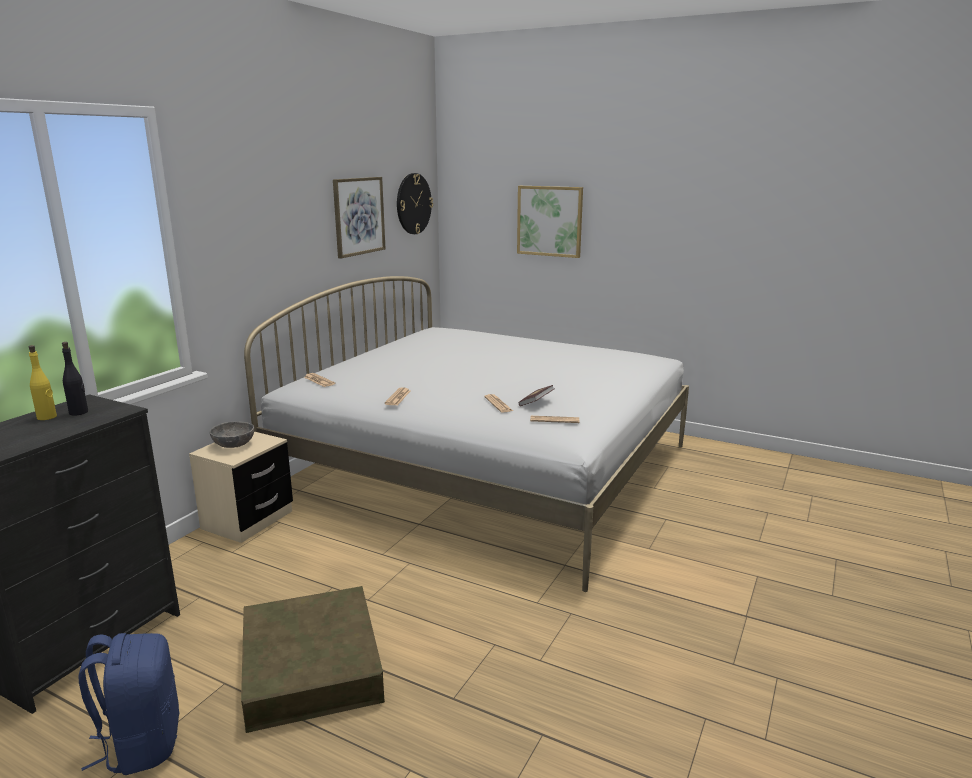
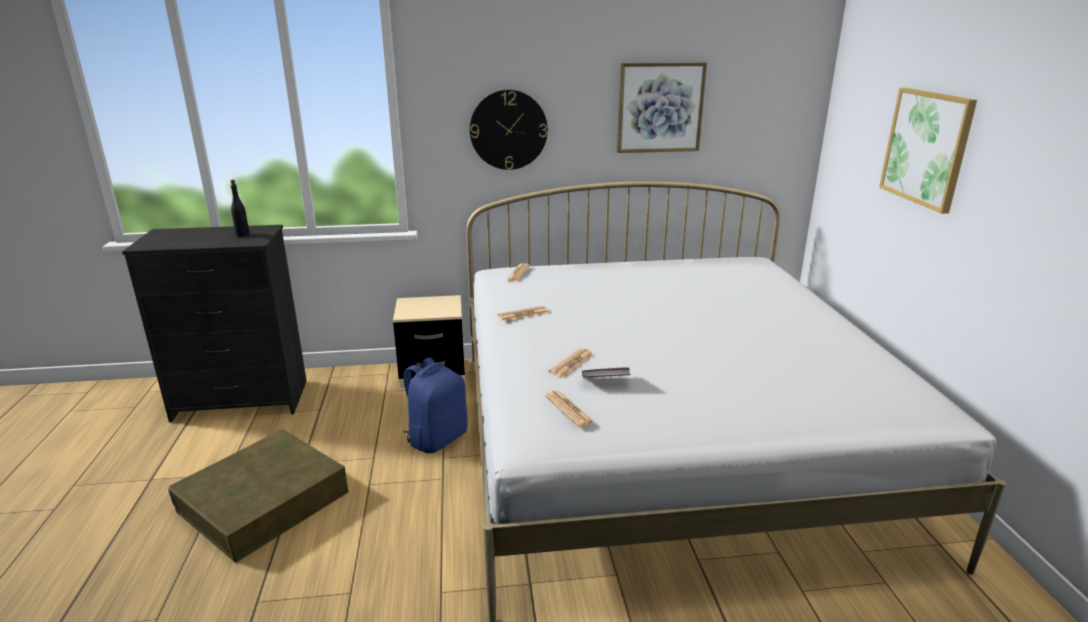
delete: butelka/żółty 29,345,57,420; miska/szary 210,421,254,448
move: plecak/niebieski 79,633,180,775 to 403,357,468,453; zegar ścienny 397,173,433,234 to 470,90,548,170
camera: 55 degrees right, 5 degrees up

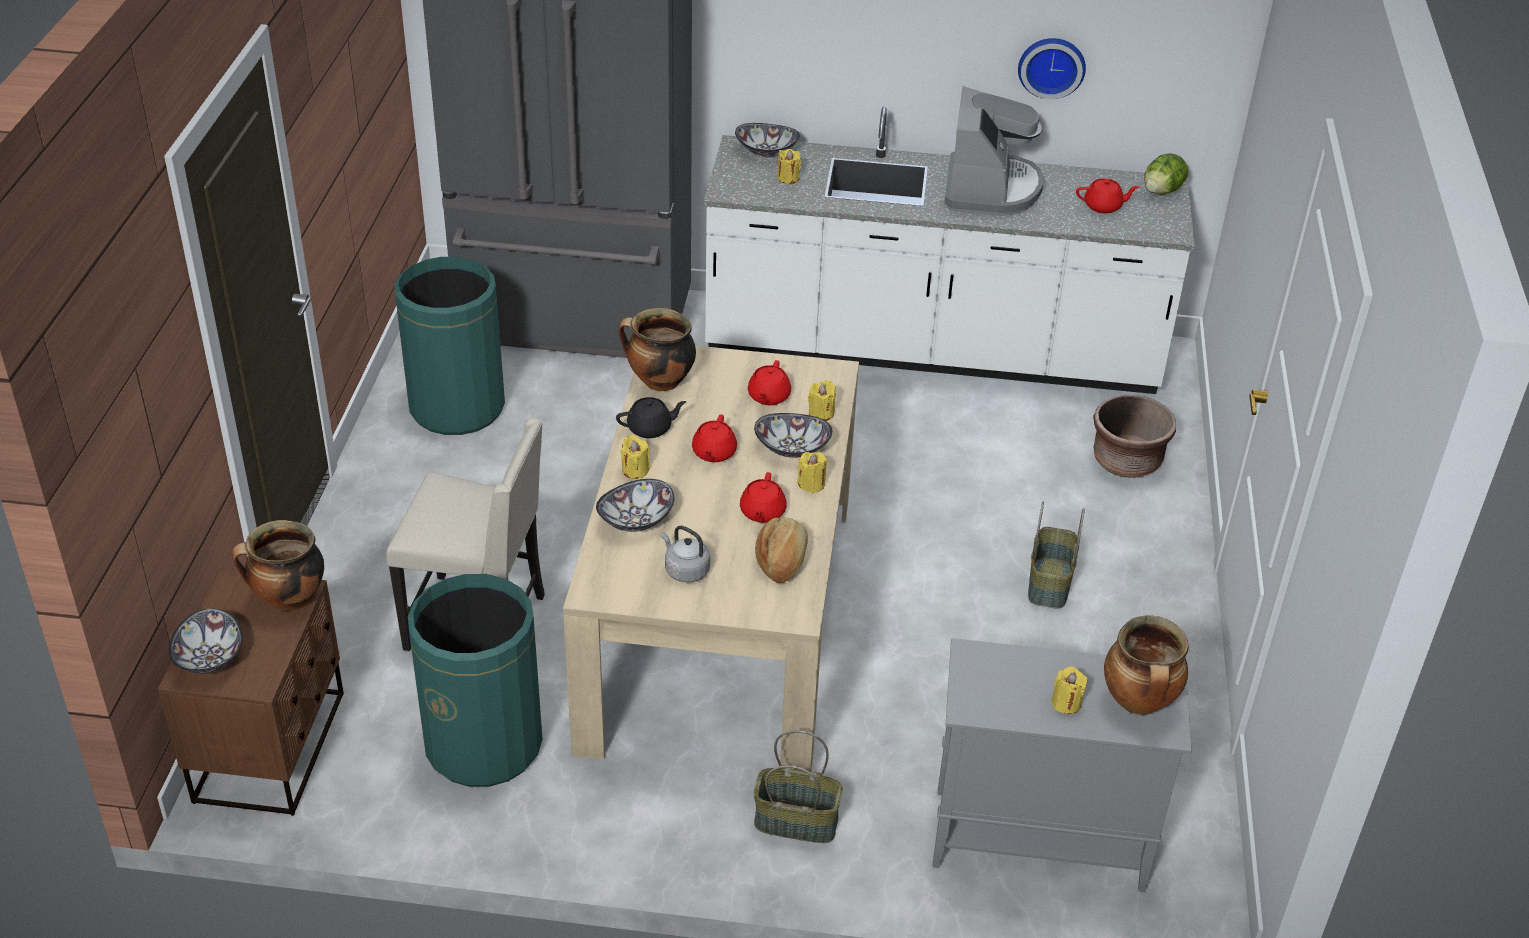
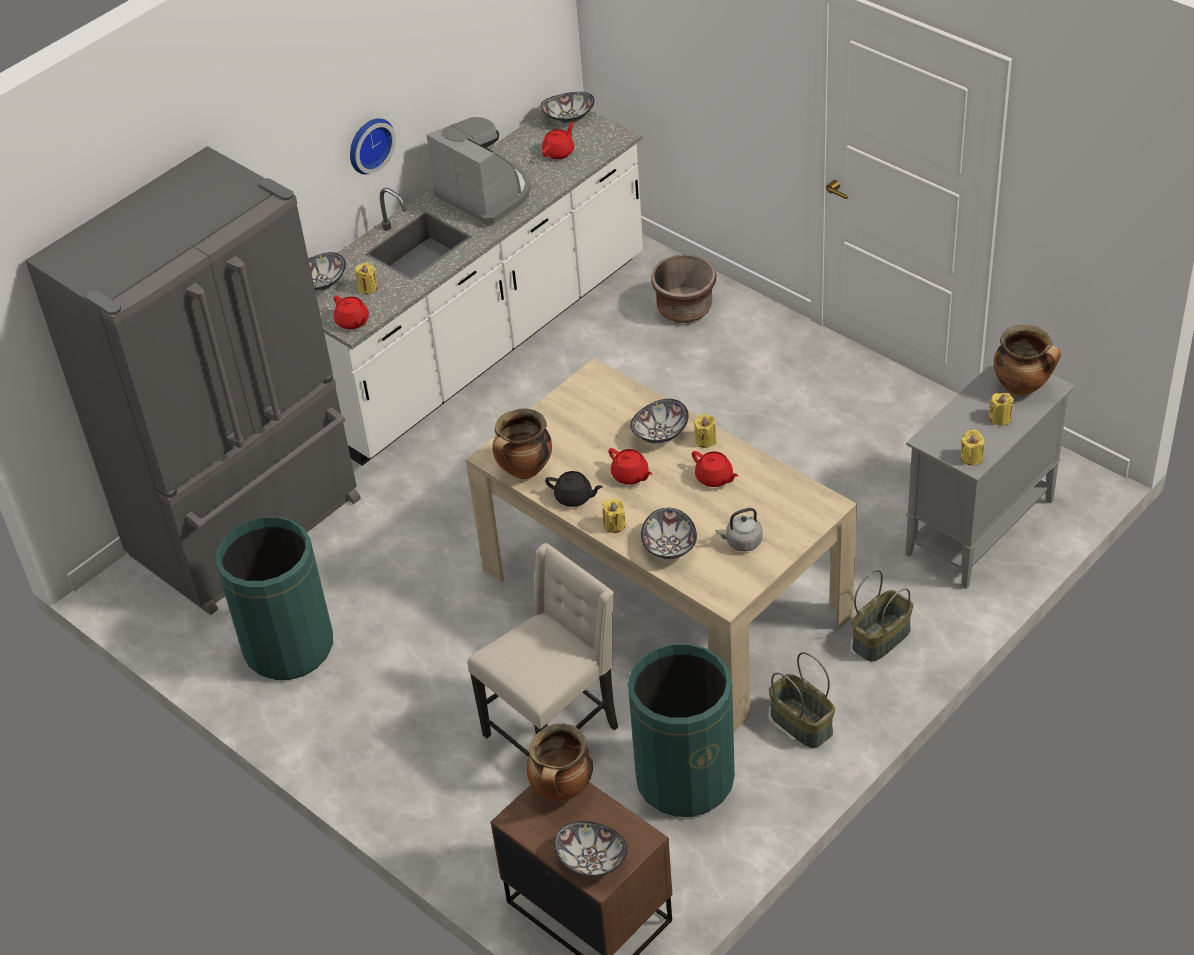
delete: chleb 755,517,808,583
move: imbryk/czerwony 748,360,791,405 to 334,296,369,329; świeca/żółty 808,380,836,421 to 961,430,984,466; zegar ścienny 1018,38,1086,99 to 350,118,396,174; koszyk 1028,502,1085,609 to 769,652,835,748
replace: sałata 1144,153,1188,195 to miska 540,92,595,123
rotate: imbryk/czarny 616,397,686,438 = 545,471,603,507 90 degrees clockwise
camera: 50 degrees left, 5 degrees up

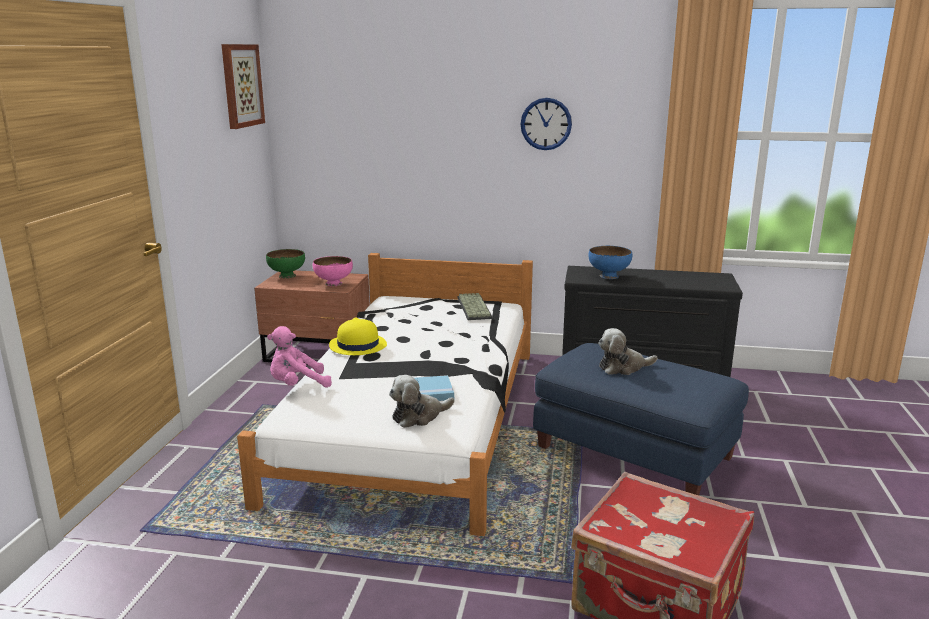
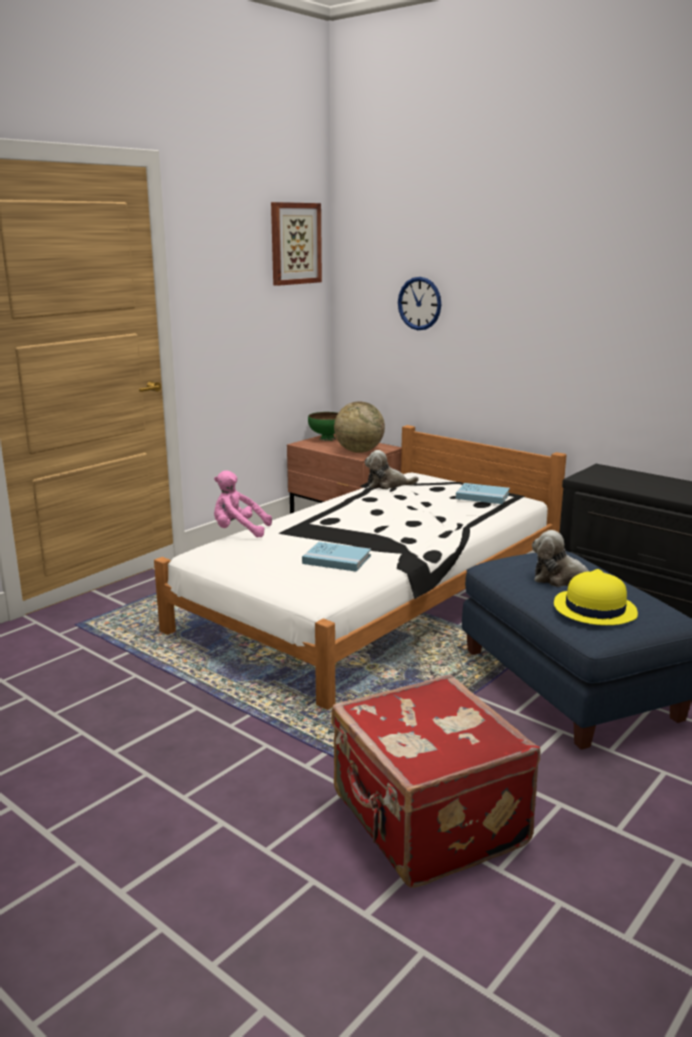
delete: miska/niebieski 588,246,632,279
move: kapelusz/żółty 329,317,387,355 to 554,569,638,625; pluszak 389,375,455,428 to 364,450,419,489; zegar ścienny 521,98,572,150 to 398,277,441,330
replace: miska/różowy 313,256,353,286 to globus 334,401,385,453; klawiatura 457,293,493,320 to książka/niebieski 456,483,510,504
camera: 30 degrees right, 0 degrees up

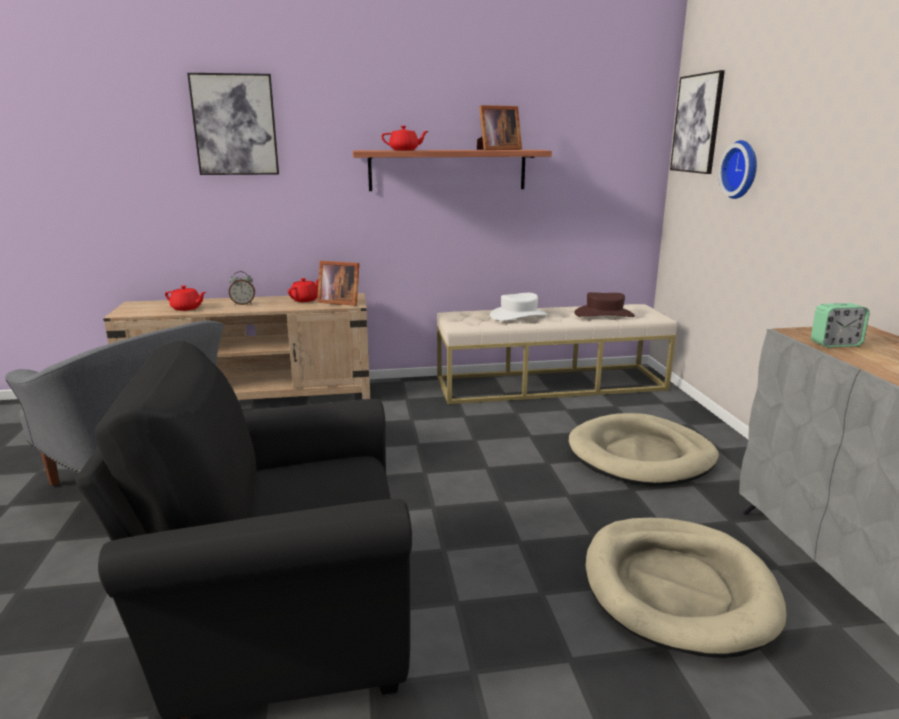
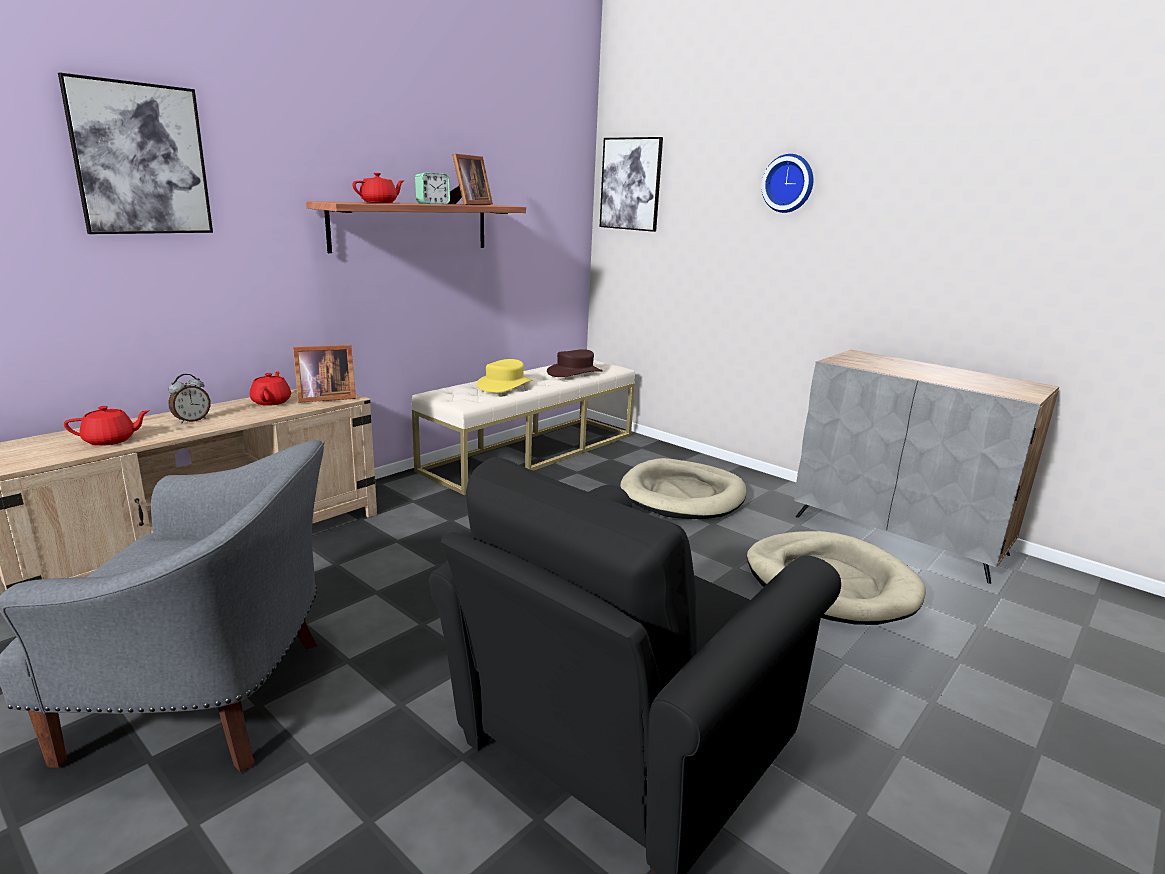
move: zegar ścienny 718,140,757,199 to 761,154,813,213; budzik 811,303,870,347 to 415,173,450,205
recolor: kapelusz/biały 490,293,548,321 to kapelusz/żółty 477,359,532,393
camera: 40 degrees left, 0 degrees up

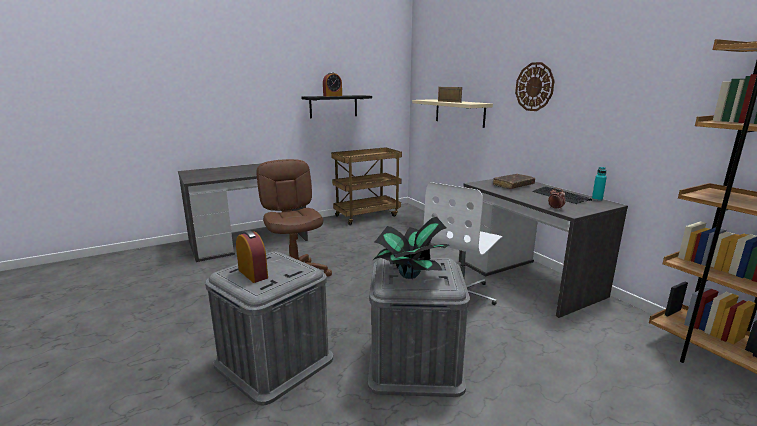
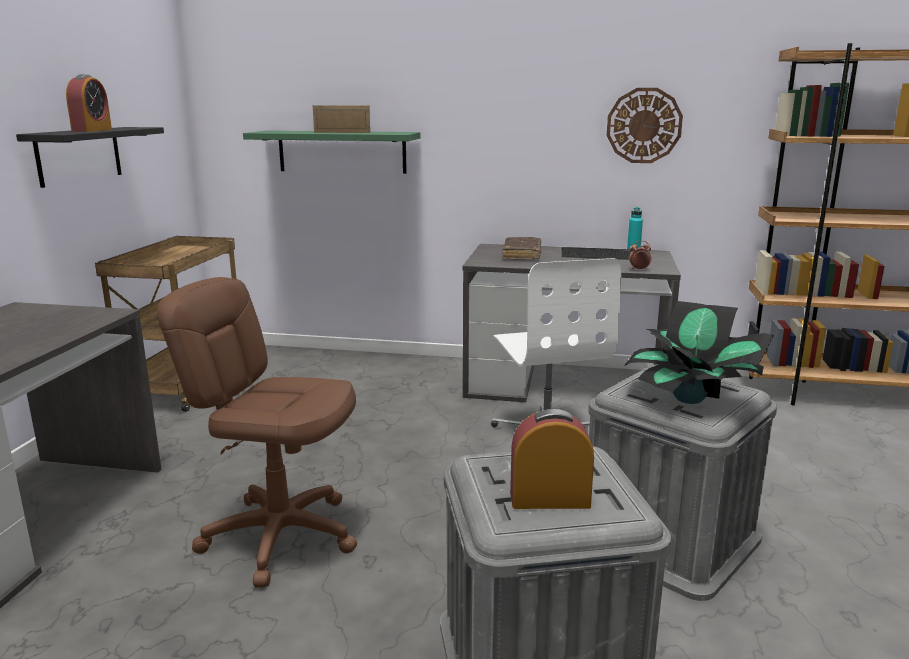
move: zegar ścienny 515,62,555,111 to 607,88,683,163
recolor: półka/beżowy 412,99,493,128 to półka/zielony 243,131,421,174
camera: 50 degrees left, 0 degrees up

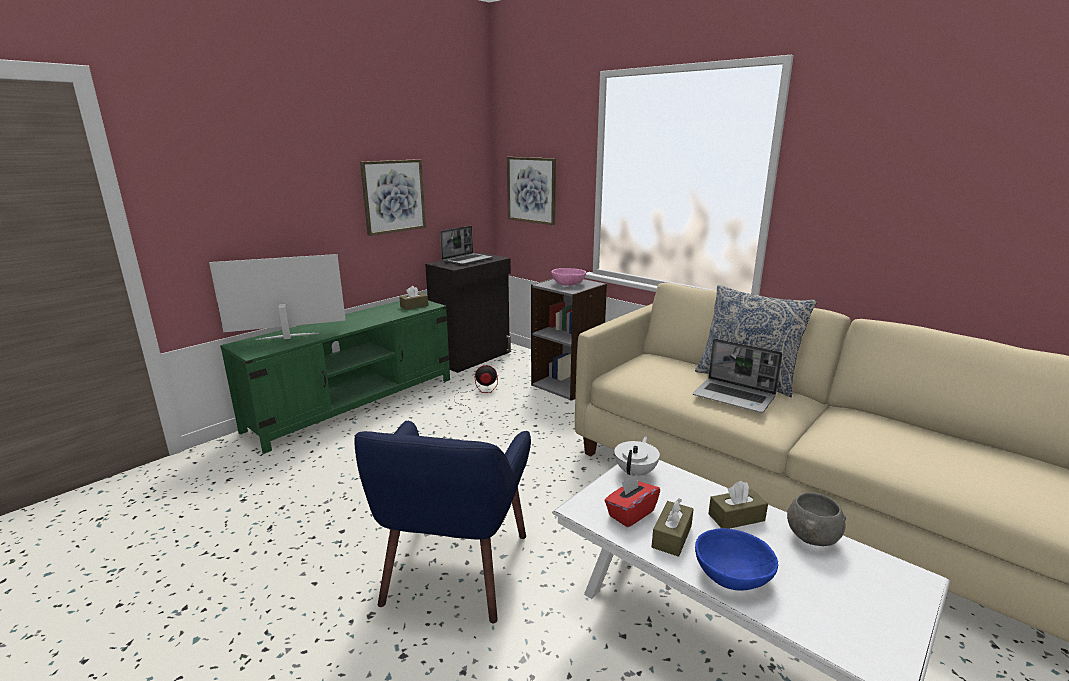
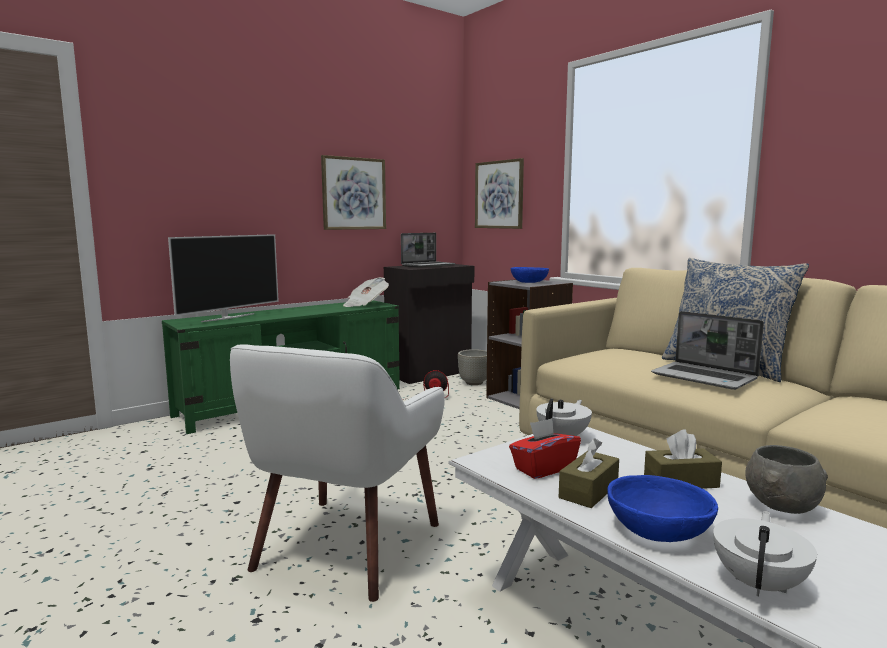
insert: donica/szary 458,349,487,385; imbryk/biały 713,511,817,597
replace: pudełko chusteczek/brązowy 399,286,428,310 to gazeta 343,277,389,307
recolor: fotel/niebieski 354,421,531,623 to fotel/biały 230,344,445,602; miska/różowy 551,268,586,286 to miska/niebieski 510,267,549,283
rotate: telewizor 209,254,346,340 = 168,234,279,322 135 degrees clockwise
camera: 10 degrees right, 10 degrees down

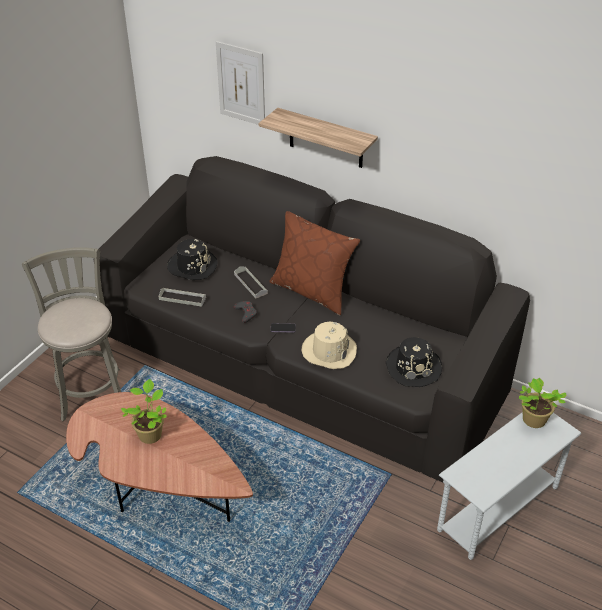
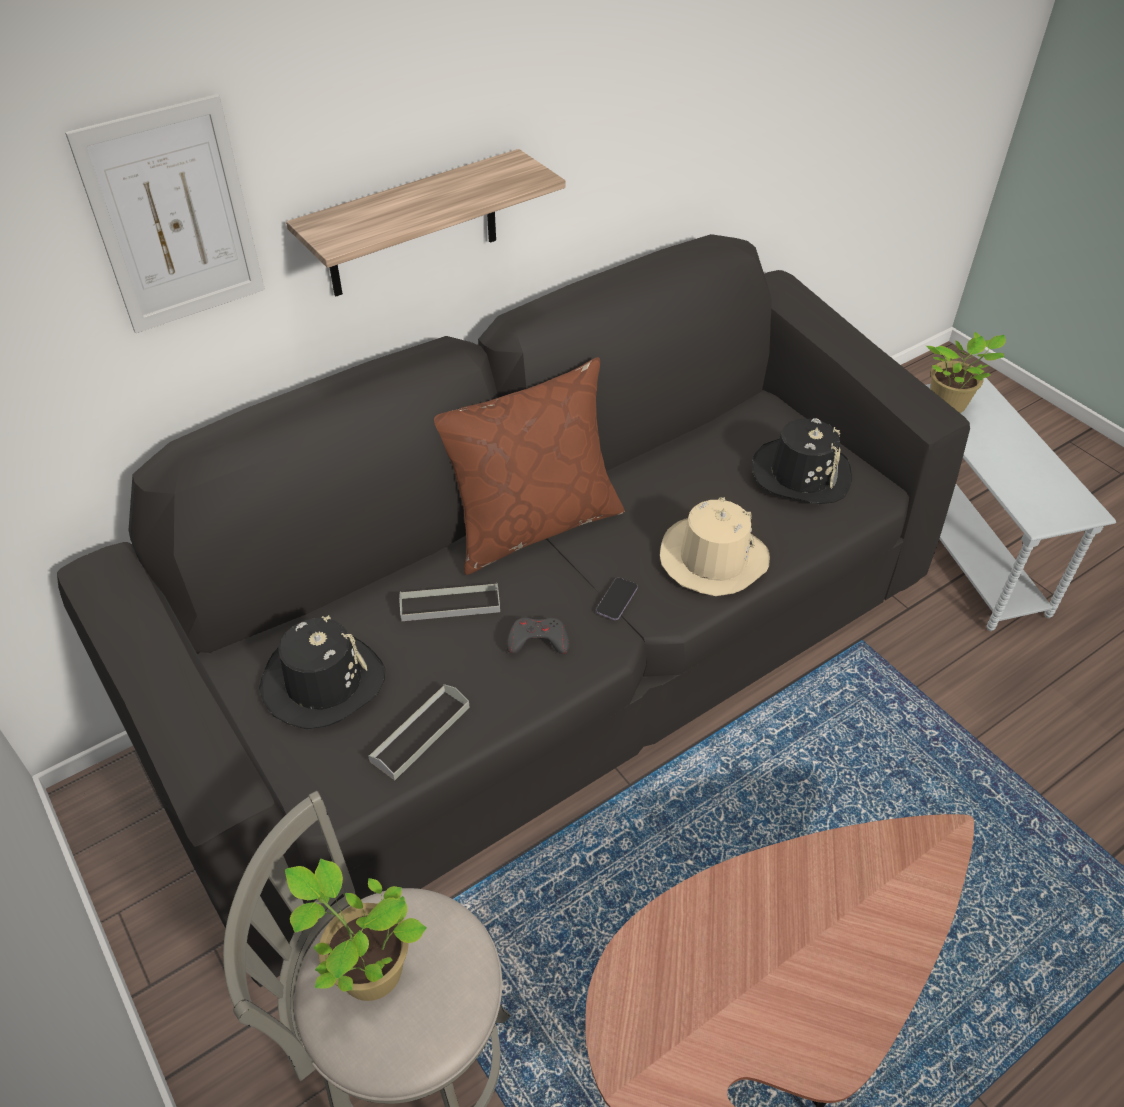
move: roślina doniczkowa 121,379,167,444 to 285,858,427,1001
camera: 65 degrees left, 5 degrees up

